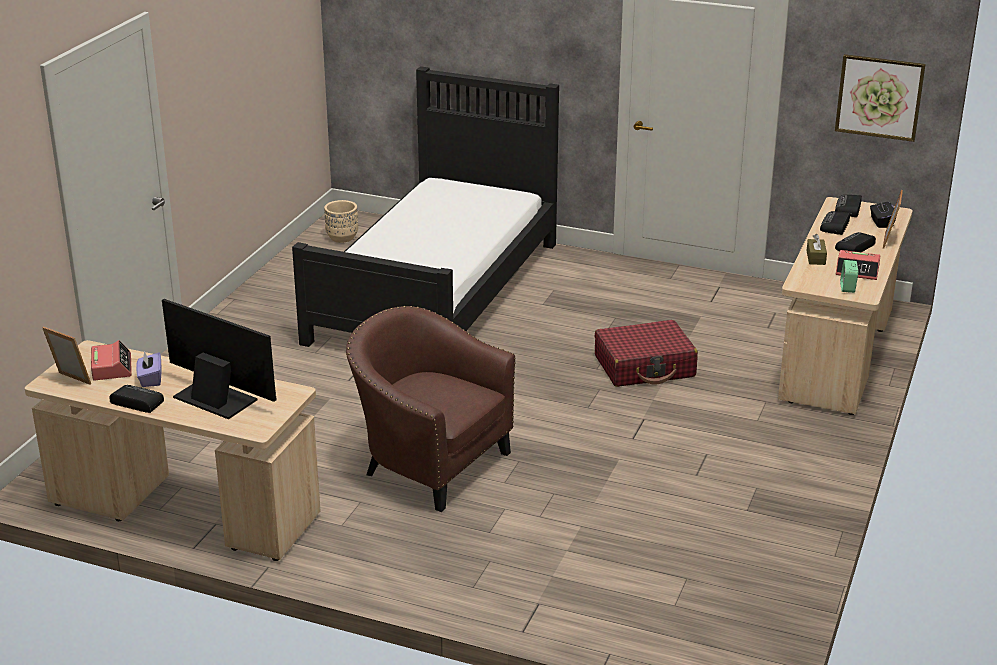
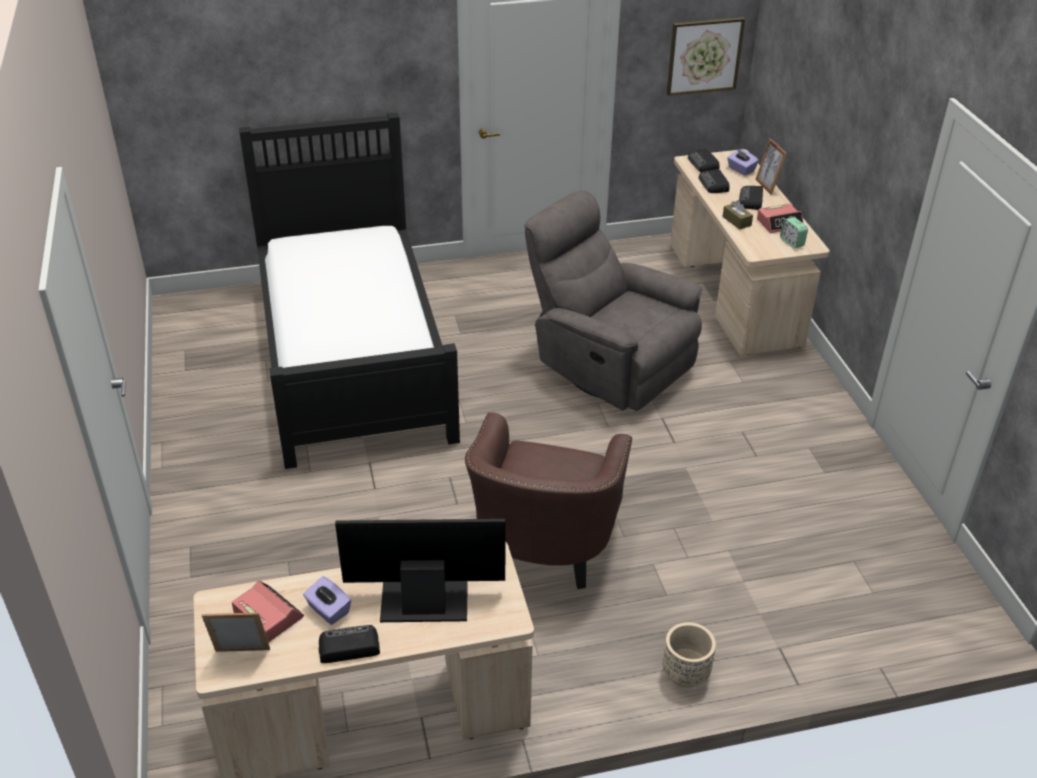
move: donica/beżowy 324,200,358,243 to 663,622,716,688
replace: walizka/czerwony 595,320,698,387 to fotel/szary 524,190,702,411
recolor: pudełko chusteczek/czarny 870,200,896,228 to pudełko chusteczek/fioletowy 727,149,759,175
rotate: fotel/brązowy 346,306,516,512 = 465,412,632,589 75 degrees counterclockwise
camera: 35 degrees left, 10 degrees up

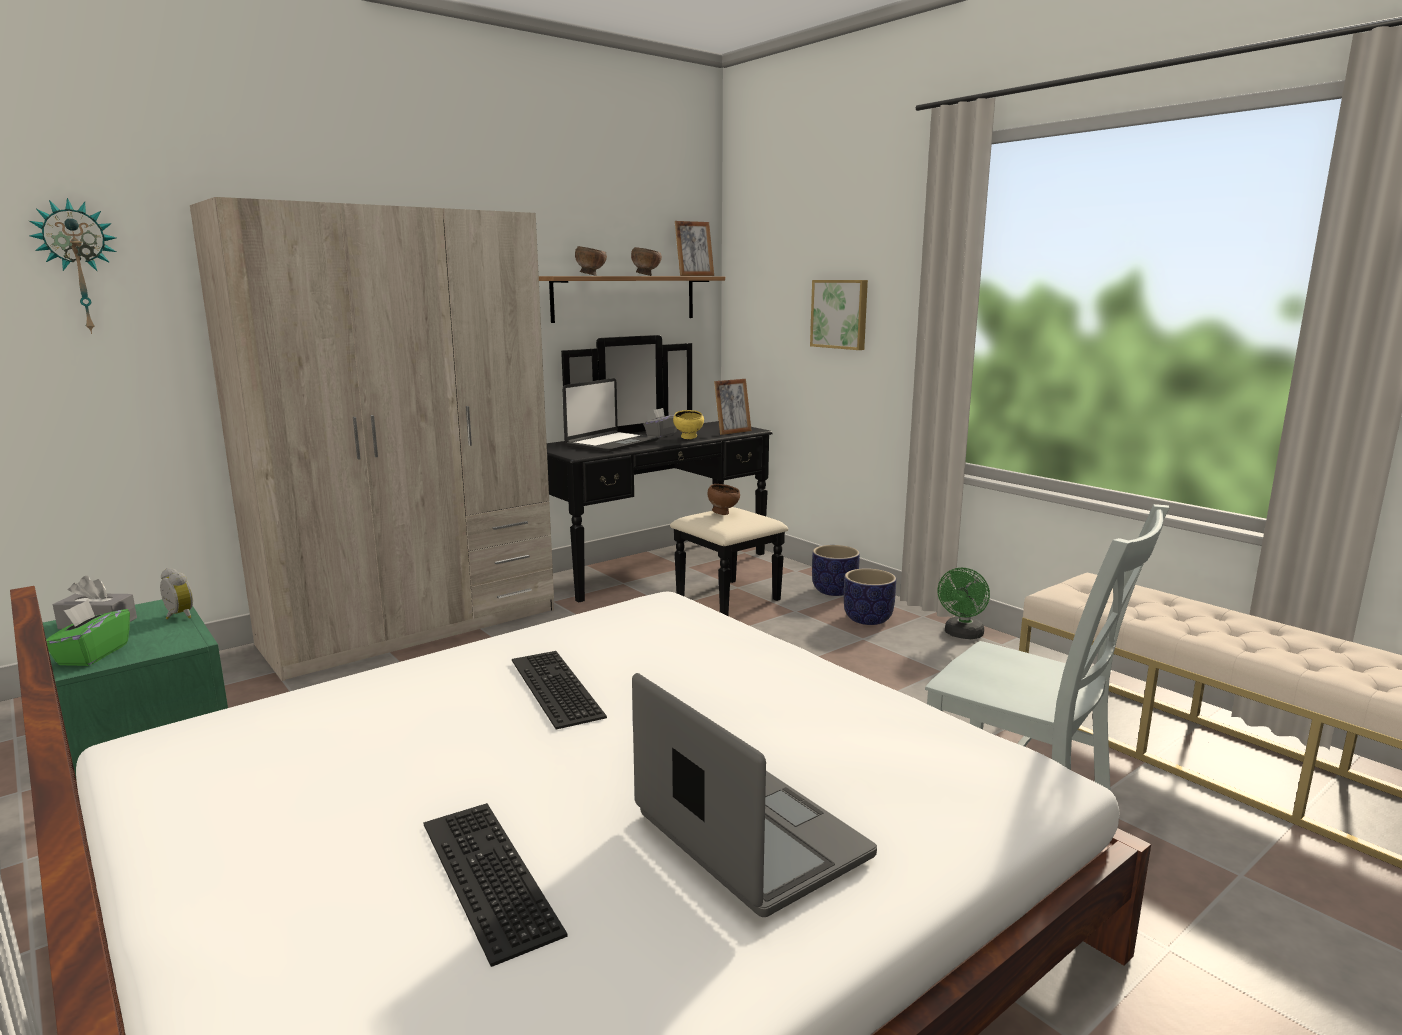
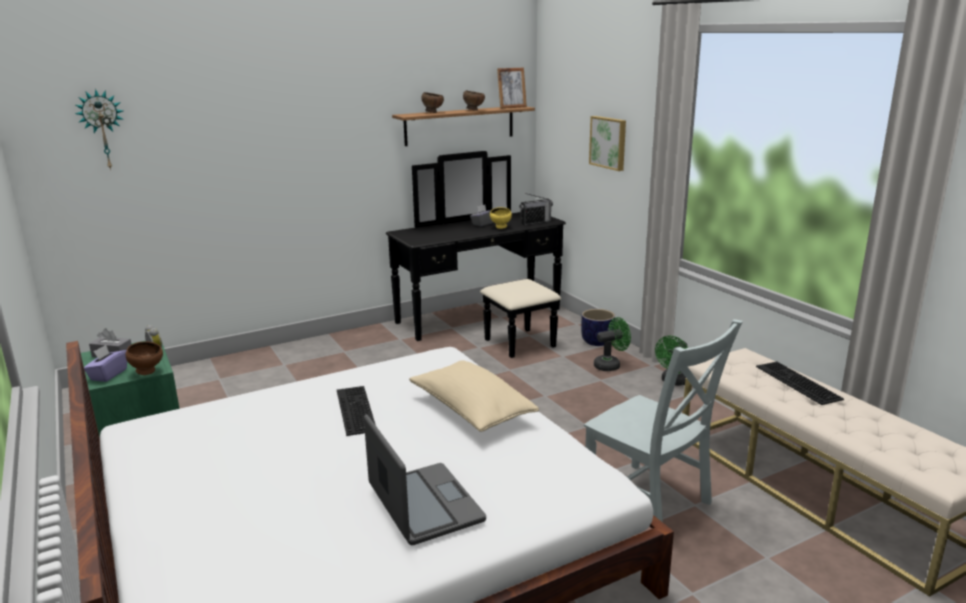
delete: szafa/beżowy 190,197,554,681; laptop 562,378,659,452
insert: poduszka/beżowy 409,360,539,432
move: klawiatura 423,803,568,967 to 756,362,844,405; miska/brązowy 708,484,740,515 to 125,341,163,375
replace: ramka na zdjęcie 714,379,752,435 to radio 519,193,553,225; donica 844,569,896,625 to wentylator/zielony 594,317,631,371
recolor: pudełko chusteczek/zielony 46,600,130,666 to pudełko chusteczek/fioletowy 84,345,127,382
camera: 10 degrees right, 5 degrees up

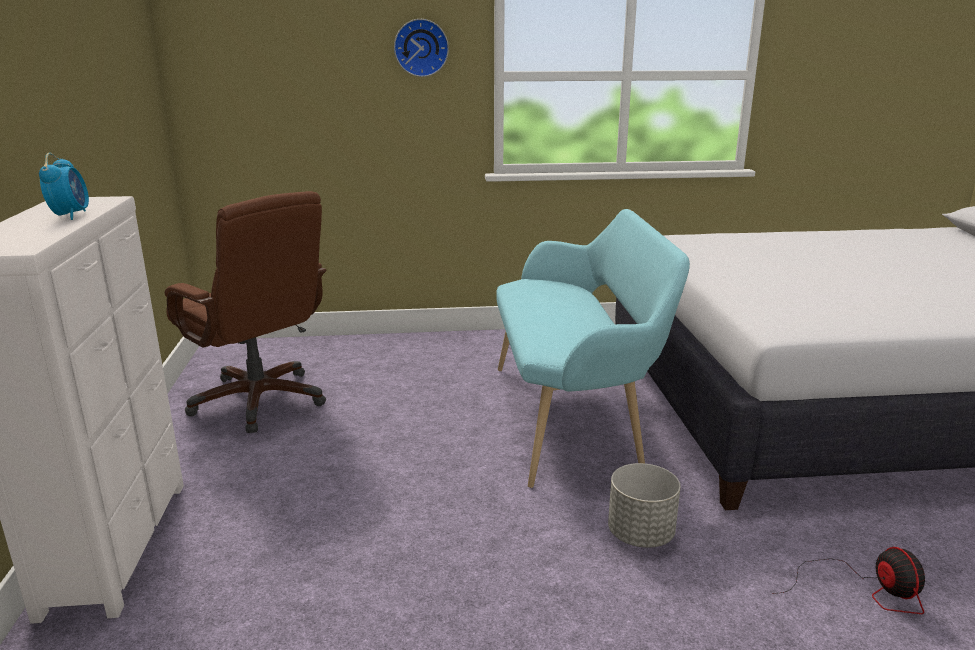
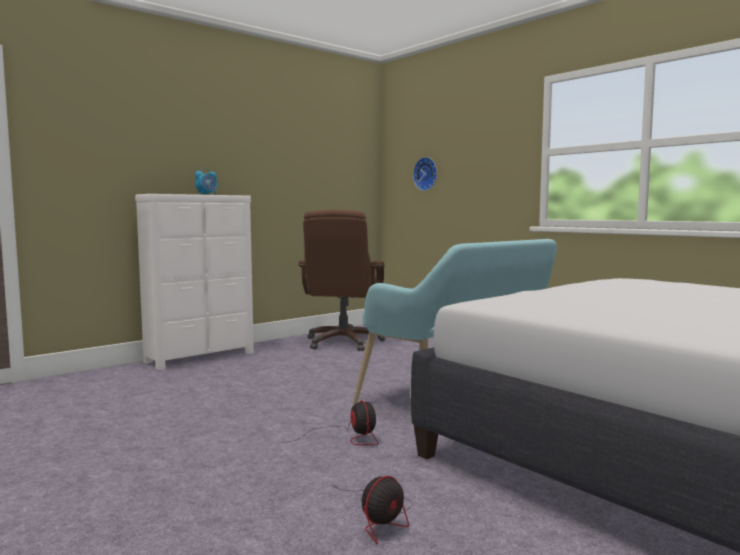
move: zegar ścienny 394,19,449,77 to 413,157,437,191
replace: donica/szary 608,463,680,548 to wentylator 281,400,378,445
camera: 55 degrees right, 15 degrees down

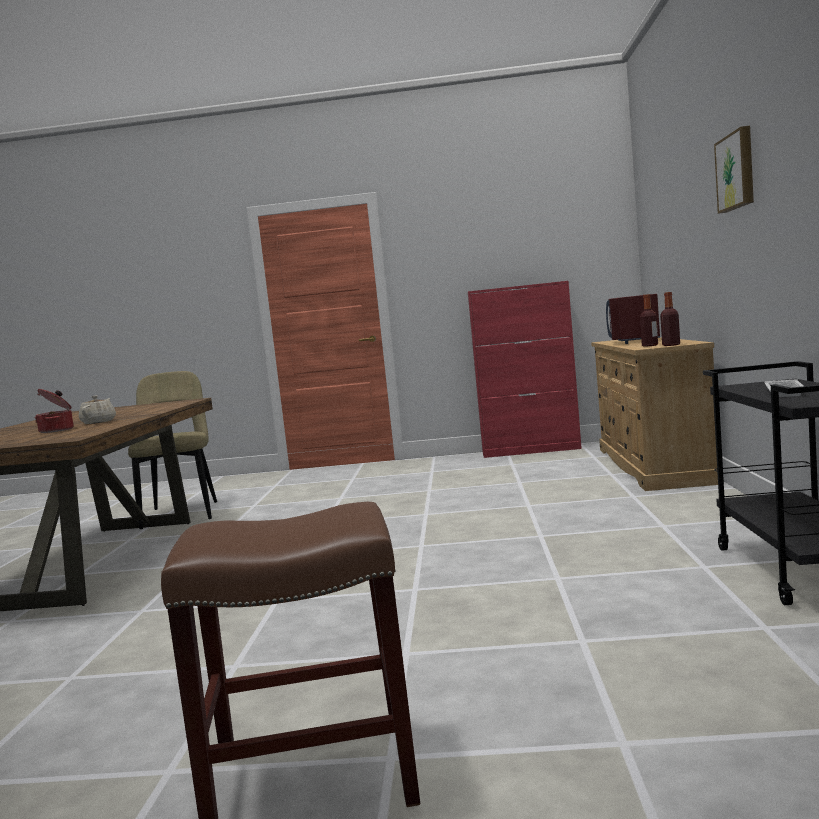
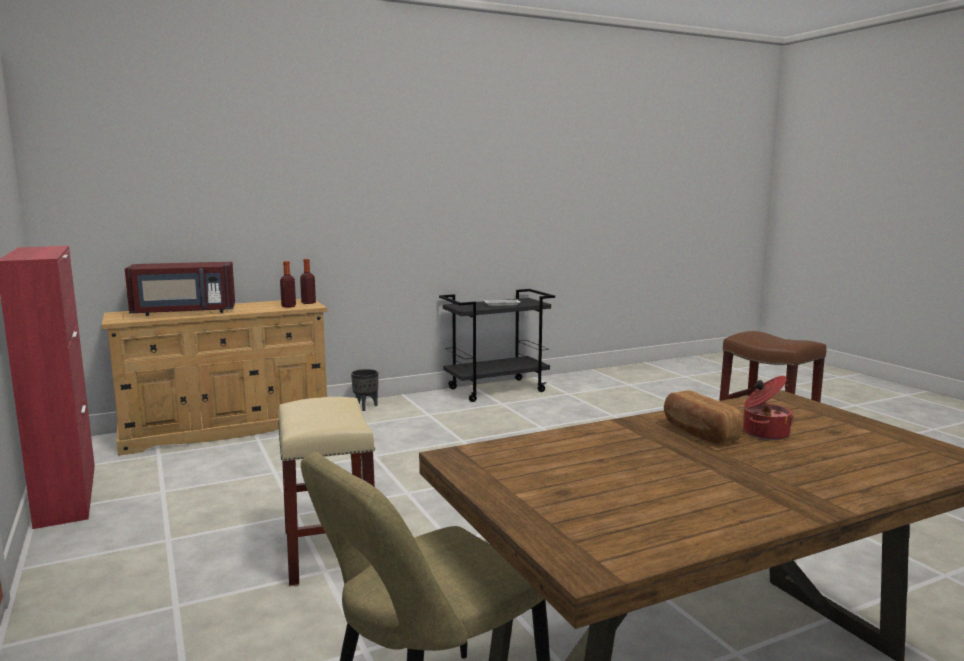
delete: obraz 714,126,754,214
insert: stołek/beżowy 278,397,375,587; donica/czarny 351,369,378,411
replace: imbryk/beżowy 79,396,116,424 to chleb 664,390,742,444
camera: 120 degrees left, 5 degrees up

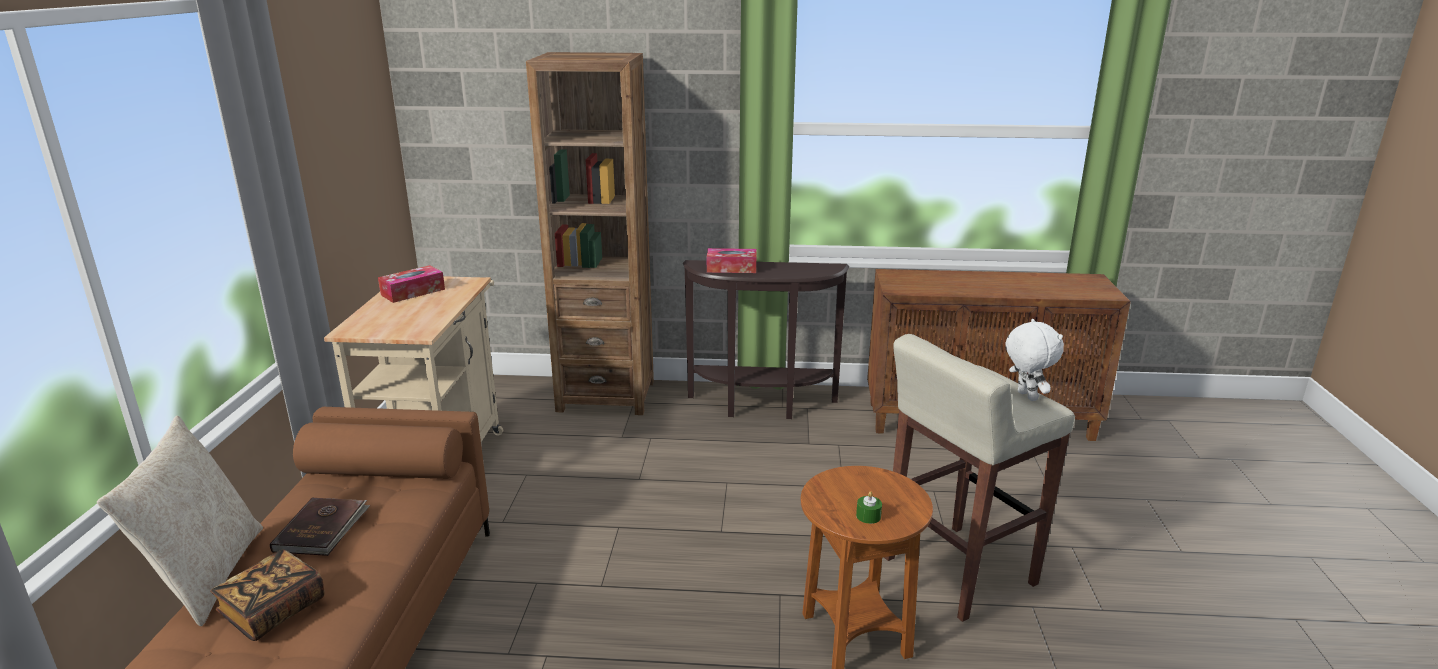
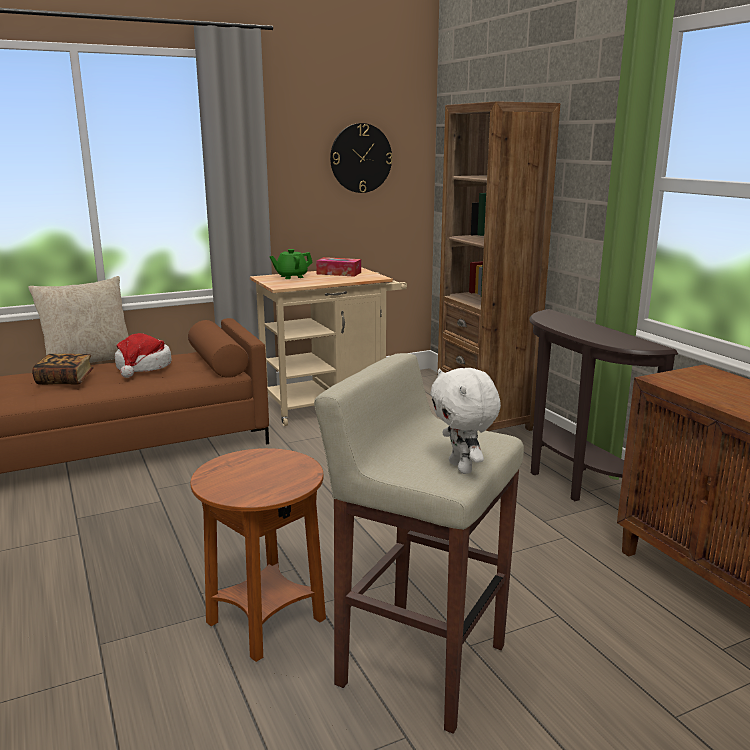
delete: pudełko chusteczek 707,248,756,273; świeca/zielony 856,491,882,524
insert: imbryk/zielony 269,249,313,279; zegar ścienny 330,123,393,193
replace: książka/brązowy 270,497,370,556 to kapelusz 115,333,171,378
rotate: pluszak/biały 1006,319,1064,401 = 430,368,501,474 120 degrees clockwise
camera: 60 degrees right, 5 degrees down

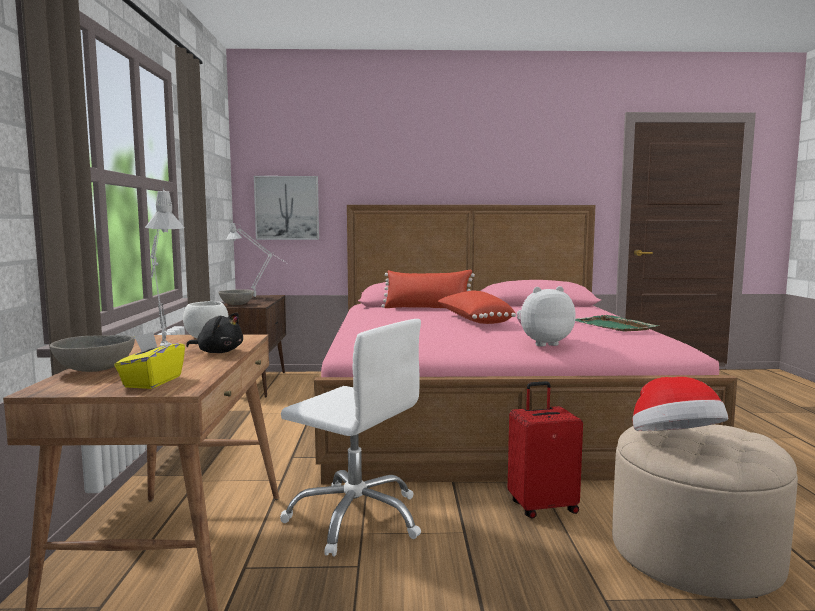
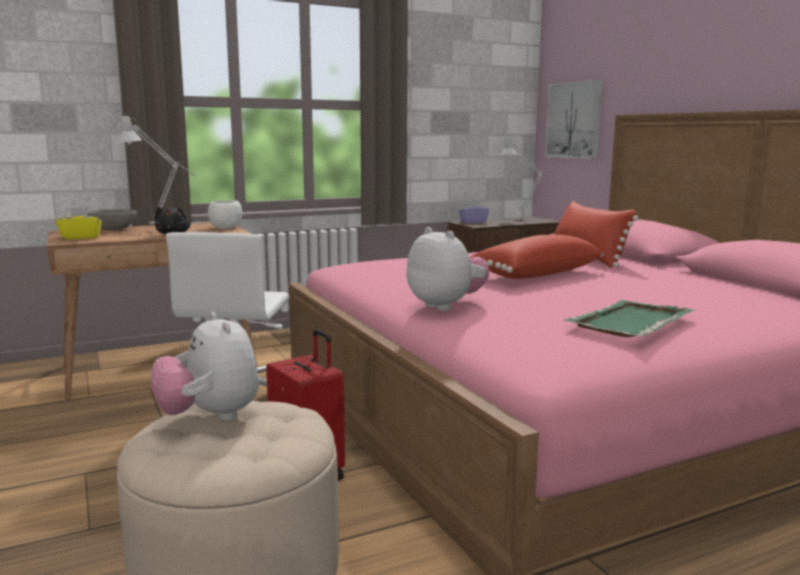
replace: miska/szary 218,289,254,305 to pudełko chusteczek/fioletowy 459,201,489,223; kapelusz 632,377,728,431 to pluszak 151,312,259,421
camera: 65 degrees right, 5 degrees up

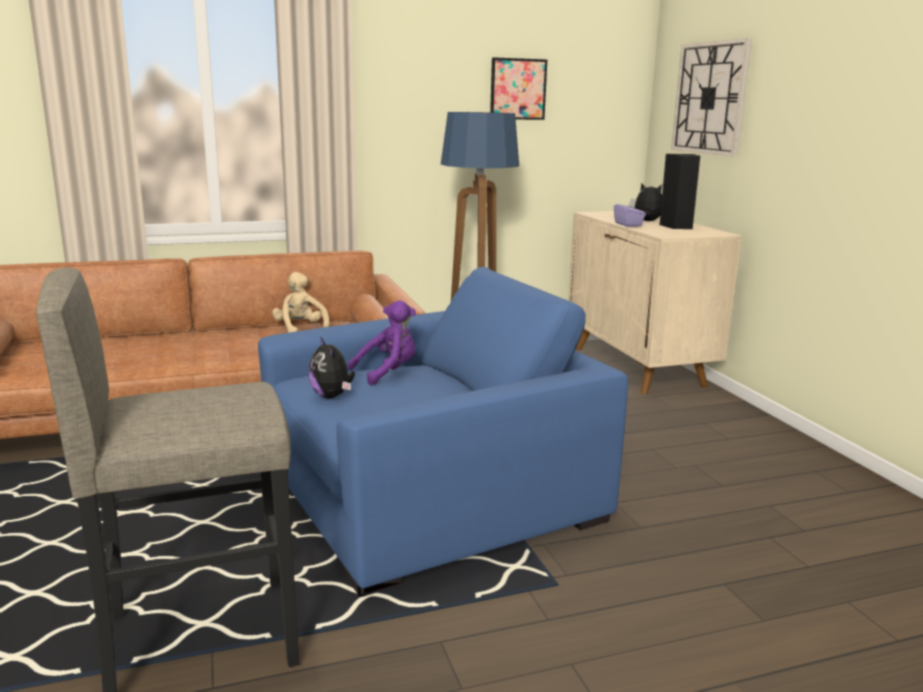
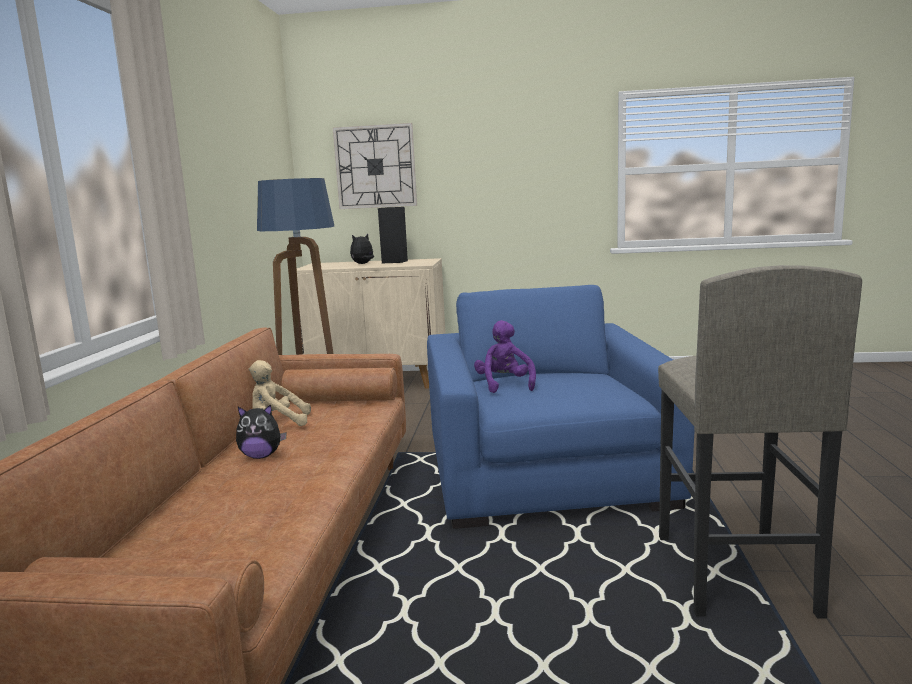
delete: obraz 490,57,547,120; pudełko chusteczek/fioletowy 614,198,646,227
move: pluszak 308,336,355,398 to 236,404,287,459
camera: 65 degrees left, 5 degrees down

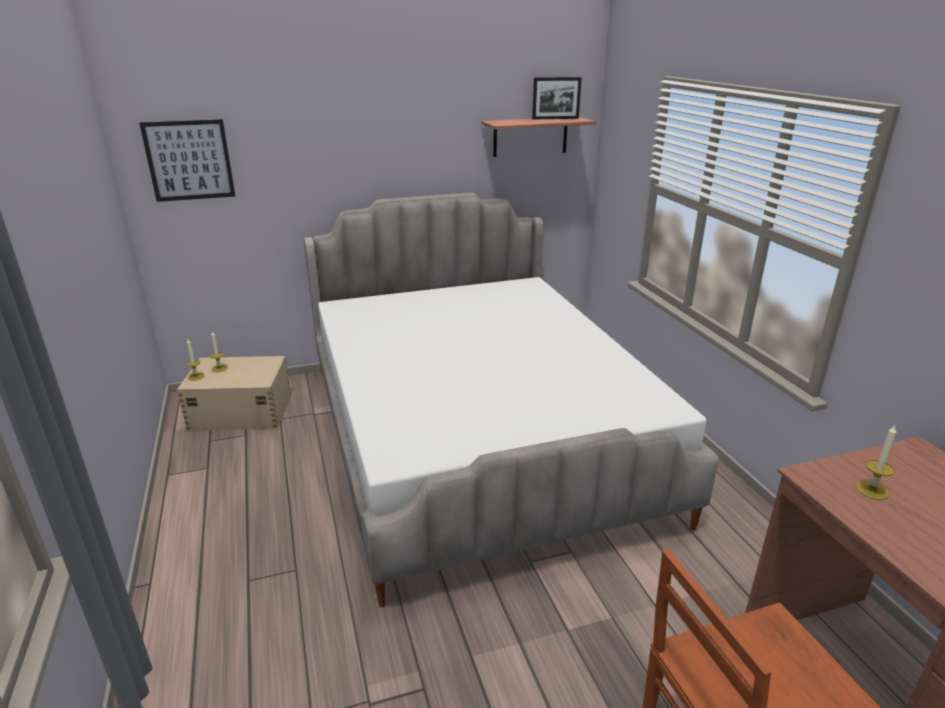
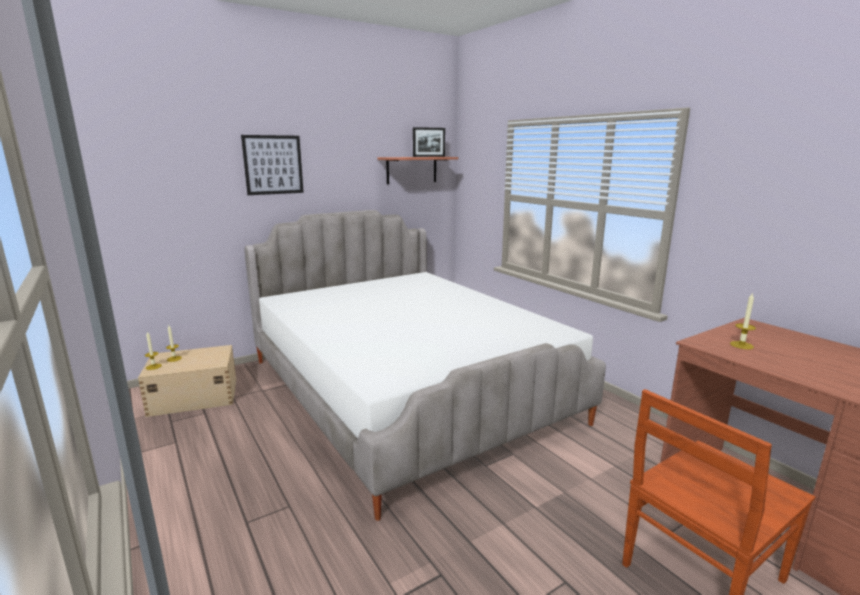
move: obraz 139,119,235,202 to 241,135,304,195
camera: 15 degrees left, 10 degrees down

